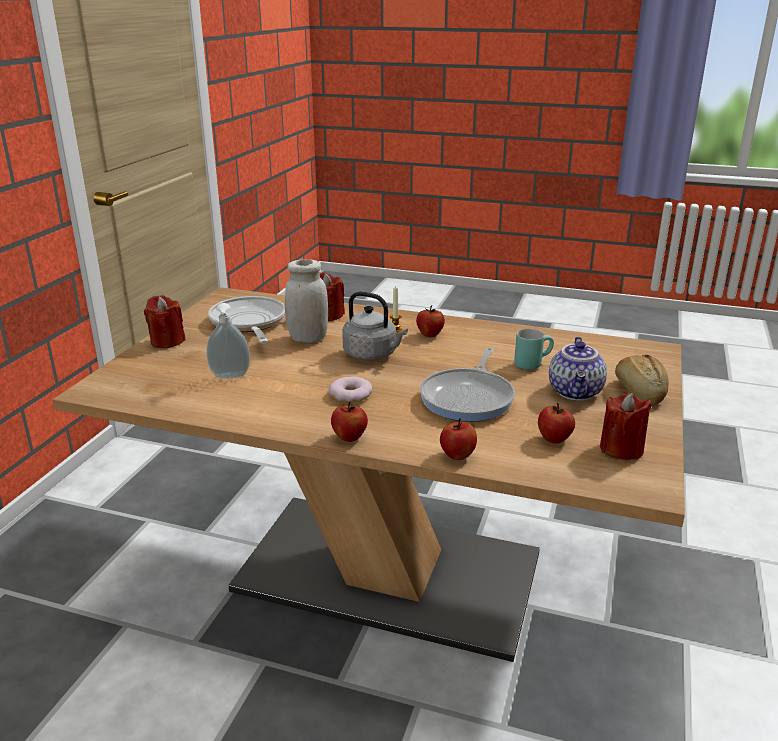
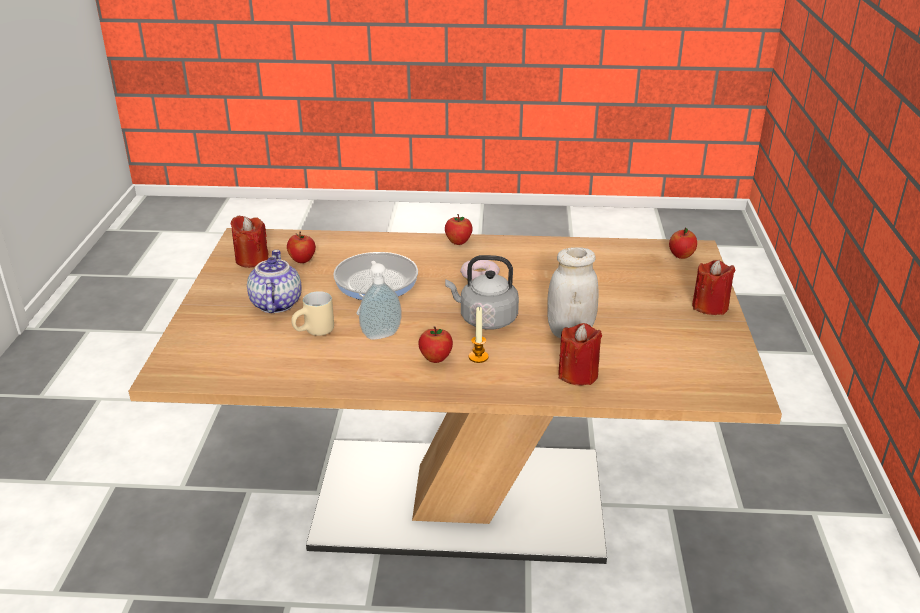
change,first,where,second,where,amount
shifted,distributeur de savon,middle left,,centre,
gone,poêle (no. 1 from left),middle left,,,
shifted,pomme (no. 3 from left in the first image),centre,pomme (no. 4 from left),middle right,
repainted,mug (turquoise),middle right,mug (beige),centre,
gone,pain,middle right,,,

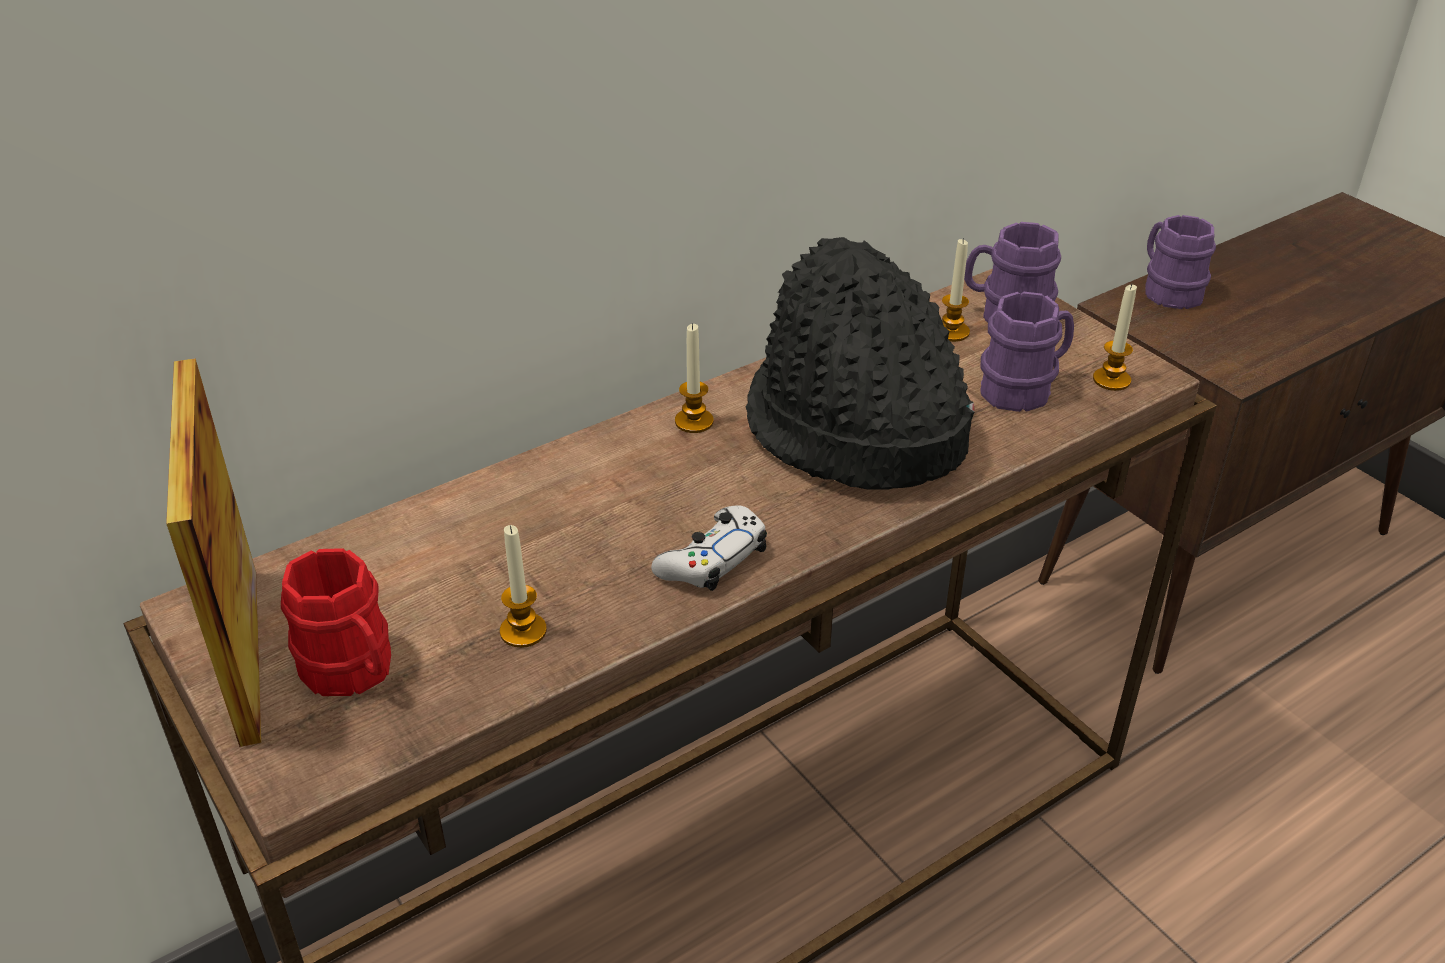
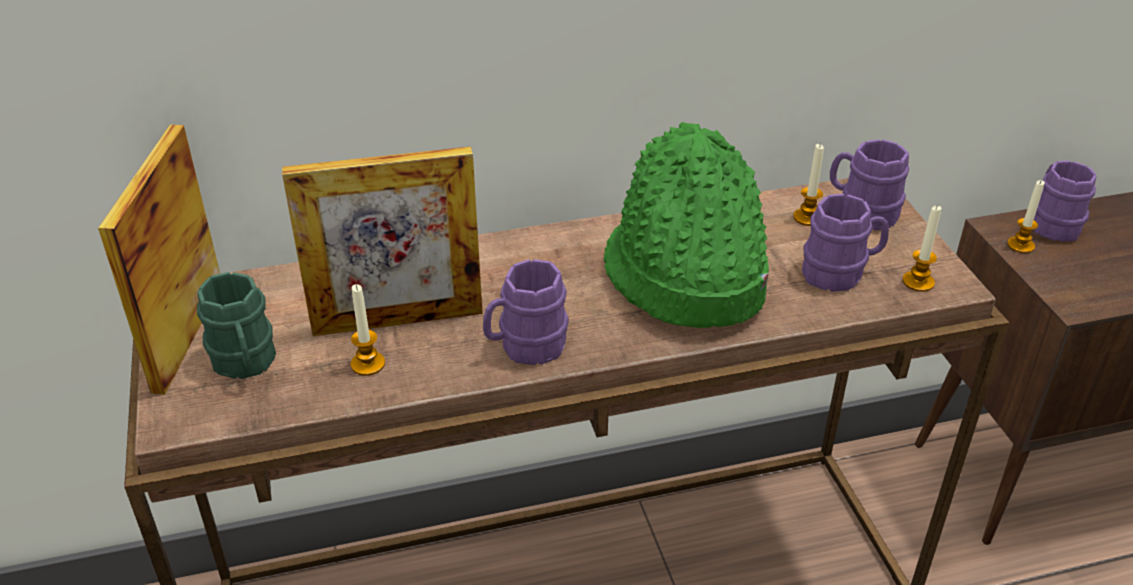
change,first,where,second,where,amount
repainted,mug (rouge),middle left,mug (vert),middle left,
swapped,manette (blanc),centre,mug (violet) (no. 1 from left),centre,
shifted,bougie (no. 2 from left in the first image),centre,bougie (no. 4 from left),middle right,
repainted,chapeau (noir),centre,chapeau (vert),centre,
new,,,cadre photo (no. 2 from left),centre,

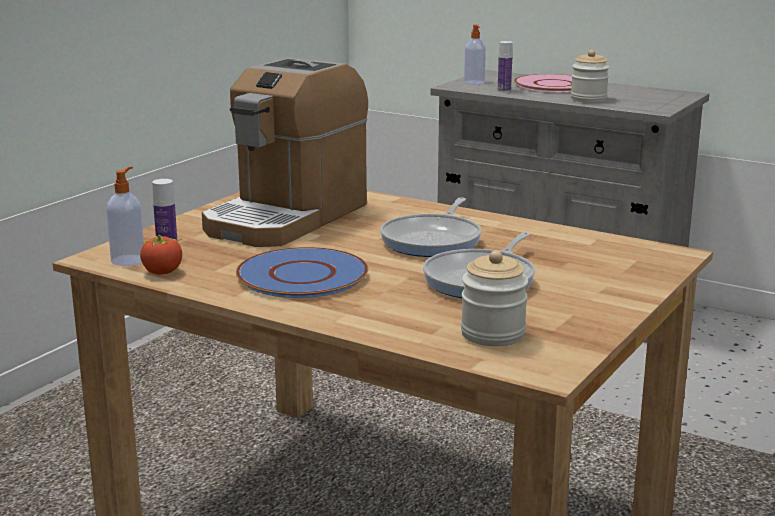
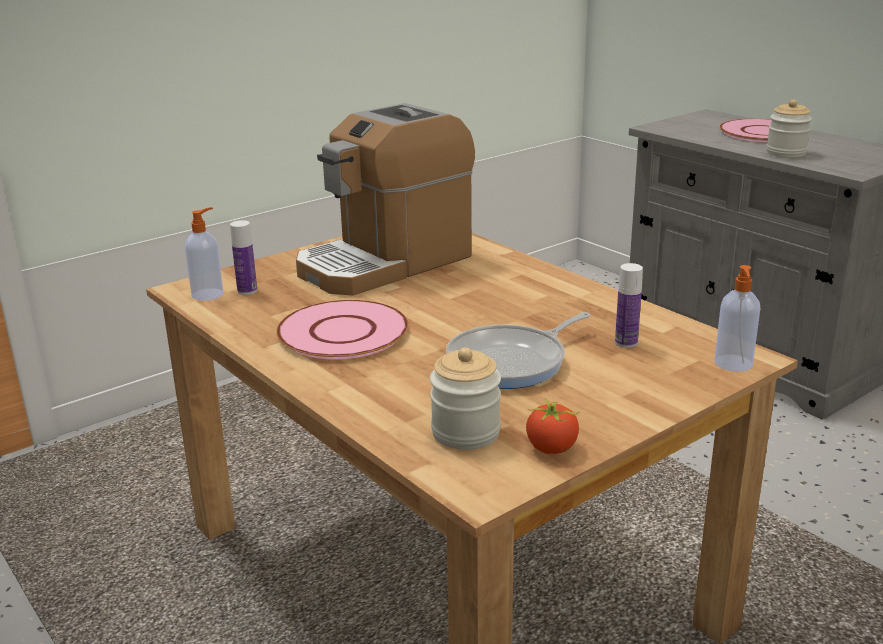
change,first,where,second,where,amount
shifted,tomate,middle left,,centre,
repainted,assiette (bleu),centre,assiette (rose) (no. 1 from left),centre,
gone,poêle (no. 1 from left),centre,,,
shifted,distributeur de savon (no. 2 from left),top centre,,middle right,
shifted,bouteille (no. 2 from left),top centre,,middle right,

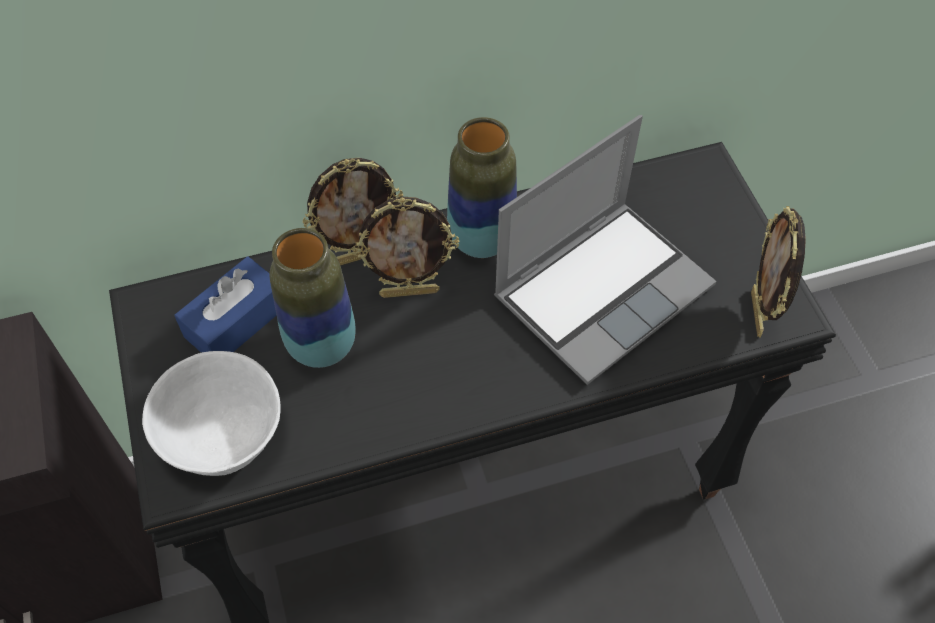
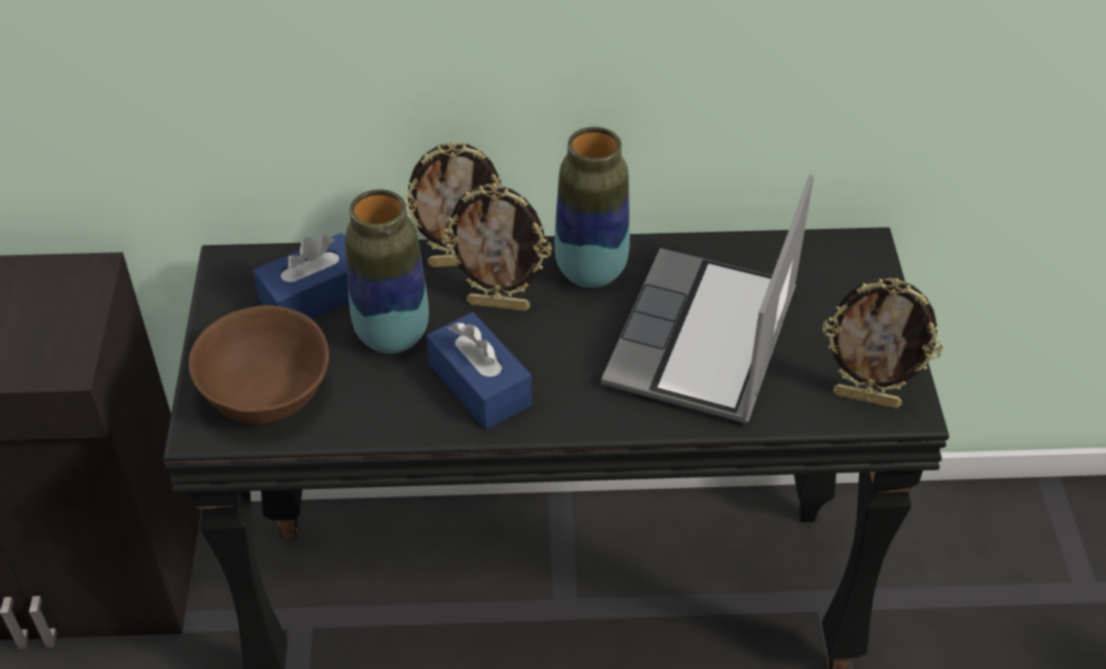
change,first,where,second,where,amount
repainted,bol (blanc),middle left,bol (marron),middle left,
rotated,ordinateur portable,centre,,centre,135 degrees clockwise
rotated,cadre photo (no. 3 from left),middle right,,middle right,90 degrees counterclockwise
new,,,boîte à mouchoirs (bleu) (no. 2 from left),centre,

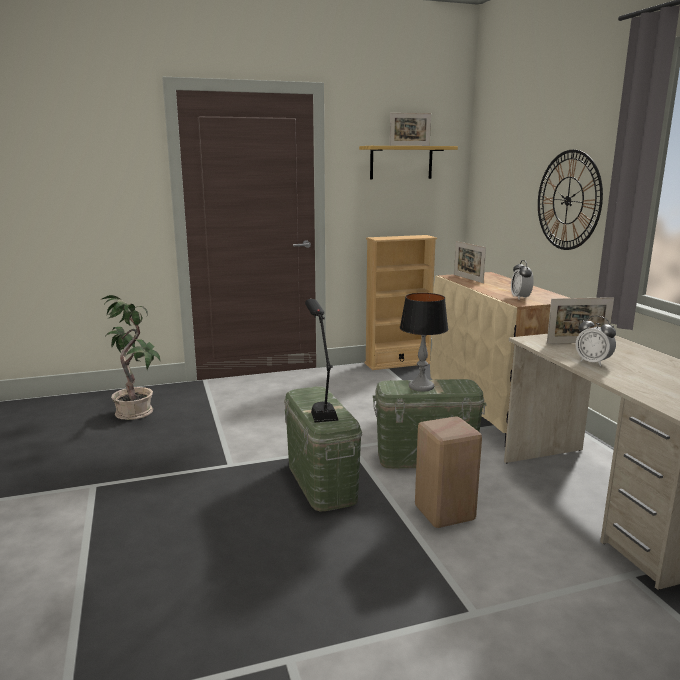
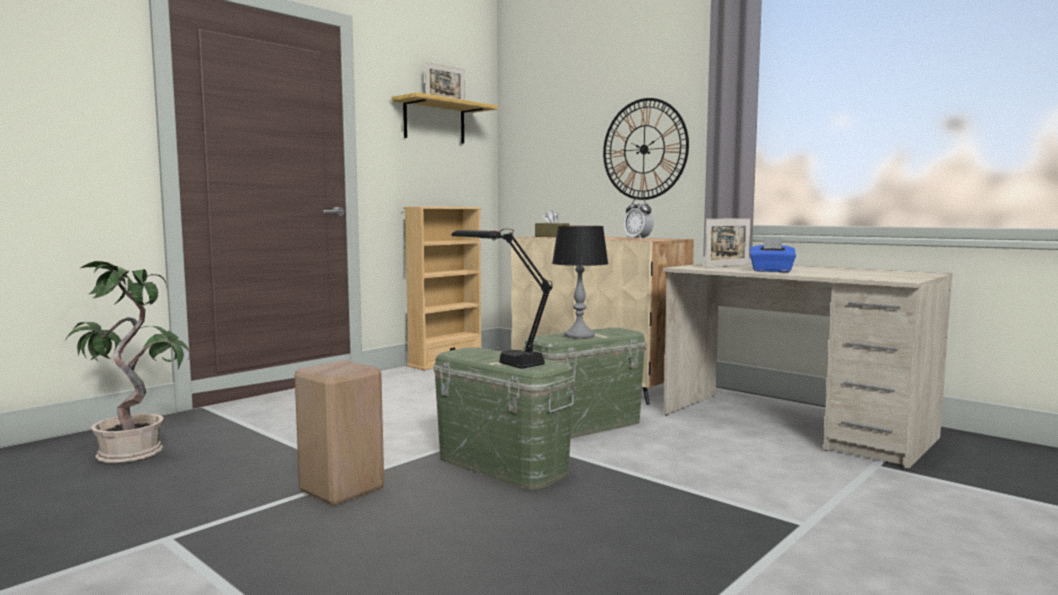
change,first,where,second,where,amount
shifted,tabouret (beige),bottom centre,,bottom left,
swapped,cadre photo (no. 2 from left),middle right,boîte à mouchoirs (marron),centre,
swapped,réveil (no. 2 from left),middle right,boîte à mouchoirs (bleu),middle right,

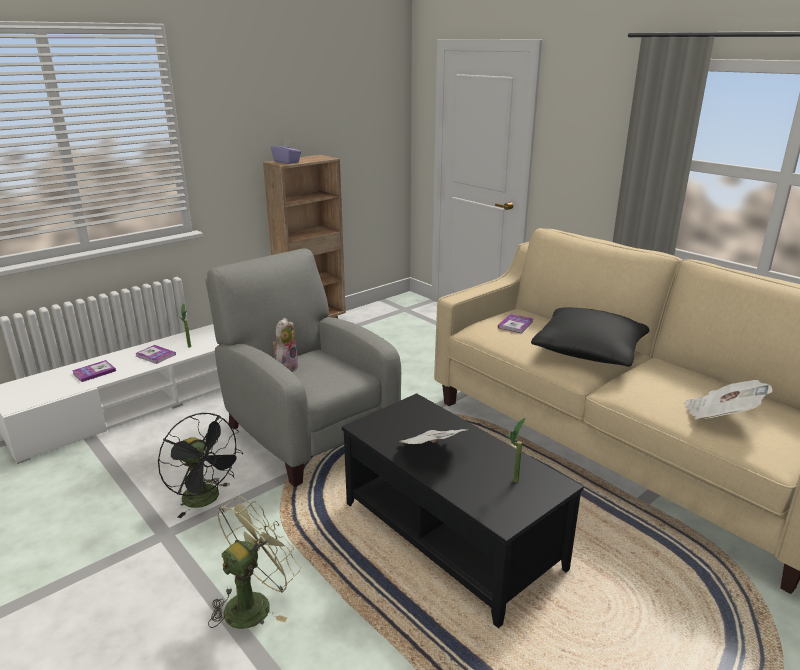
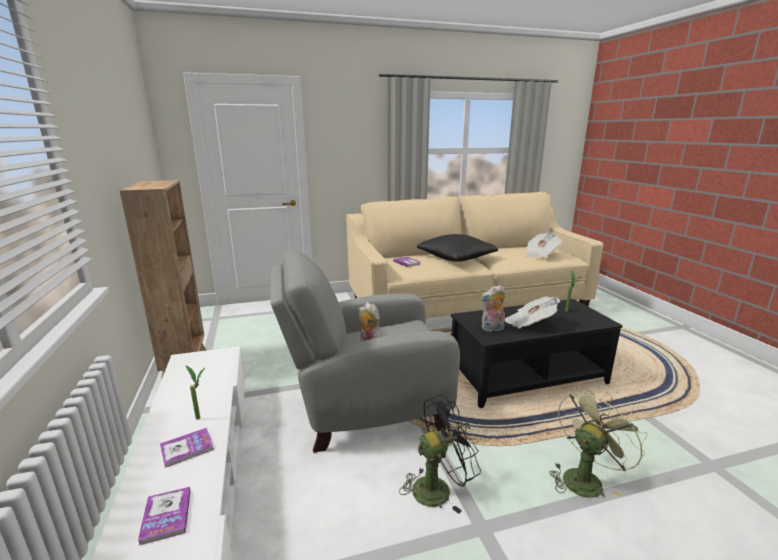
change,first,where,second,where,amount
rotated,ventilateur (vert),bottom left,,bottom right,75 degrees clockwise
gone,boîte à mouchoirs (violet),top centre,,,
new,,,peluche (no. 2 from left),centre,

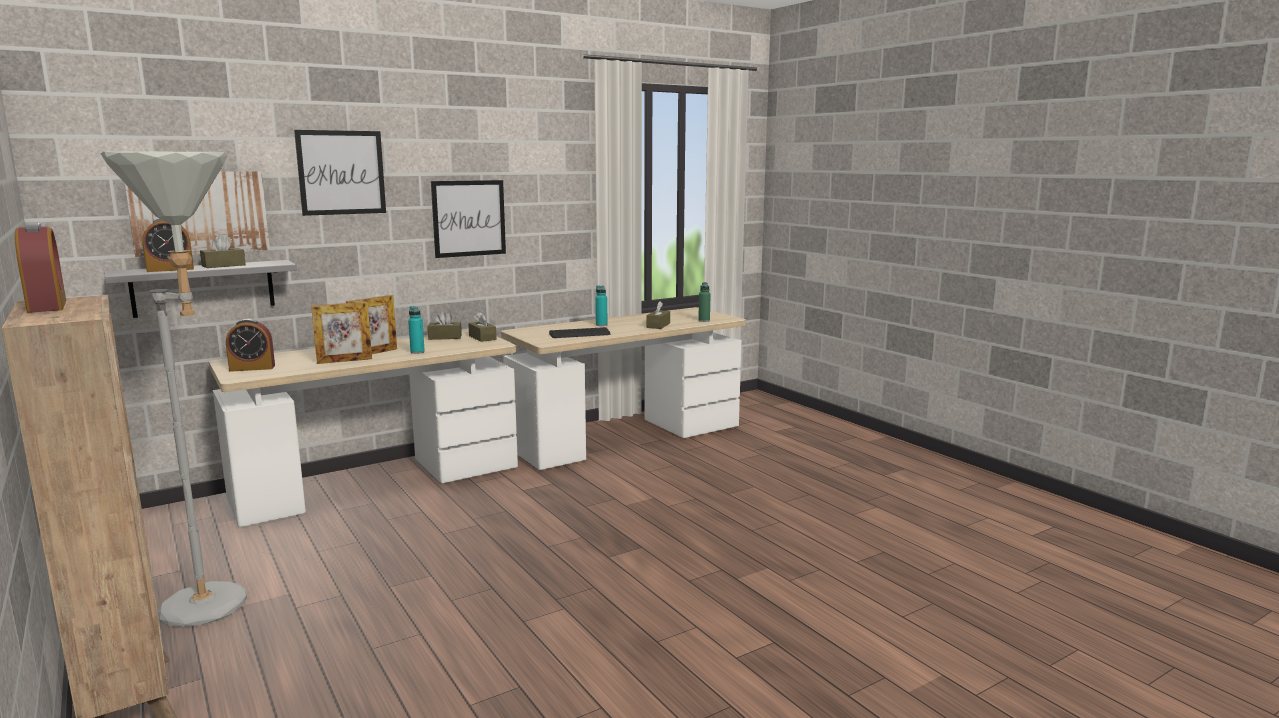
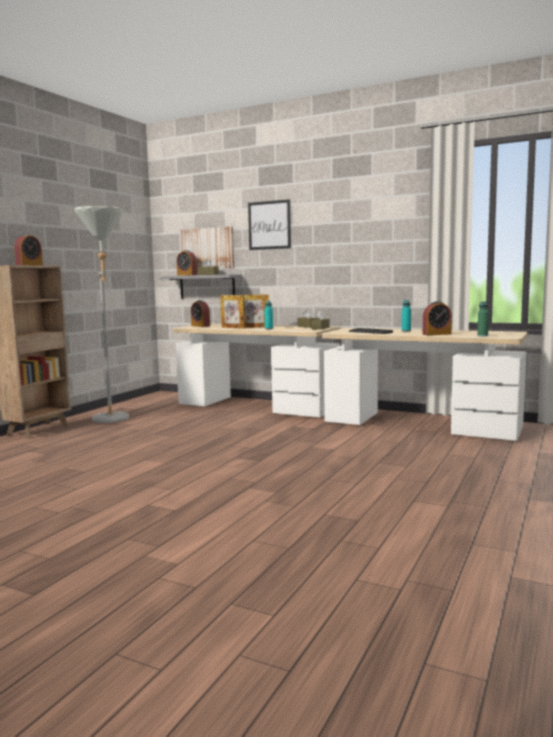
change,first,where,second,where,amount
gone,tableau (no. 3 from left),top centre,,,
swapped,boîte à mouchoirs (marron) (no. 4 from left),centre,réveil (no. 4 from left),middle right,

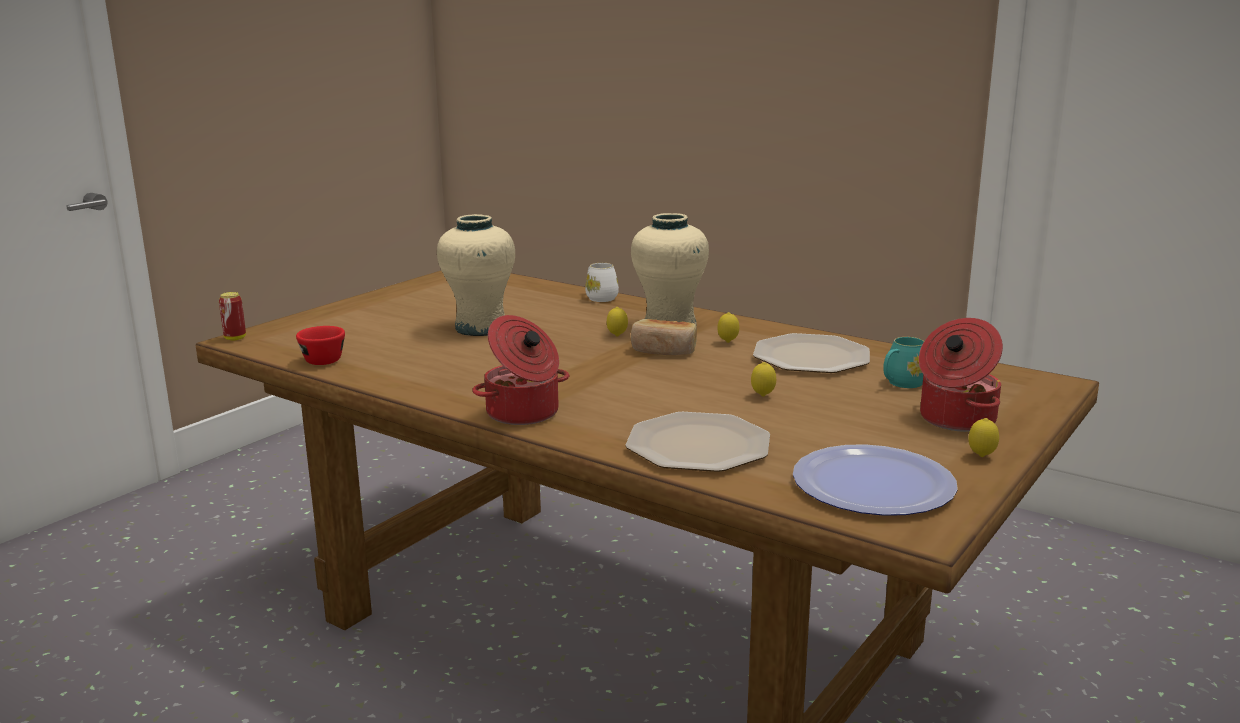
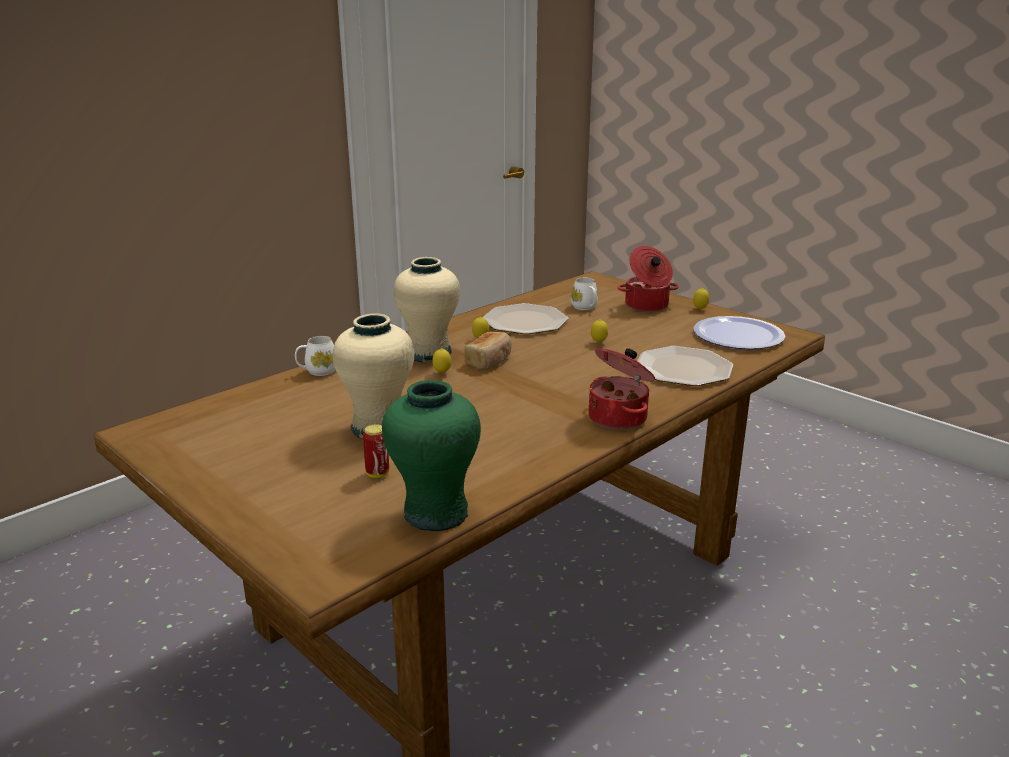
change,first,where,second,where,amount
shifted,boîte métallique,middle left,,centre,
swapped,tasse (rouge),middle left,vase (vert),centre,
repainted,mug (turquoise),middle right,mug (blanc) (no. 2 from left),centre,

